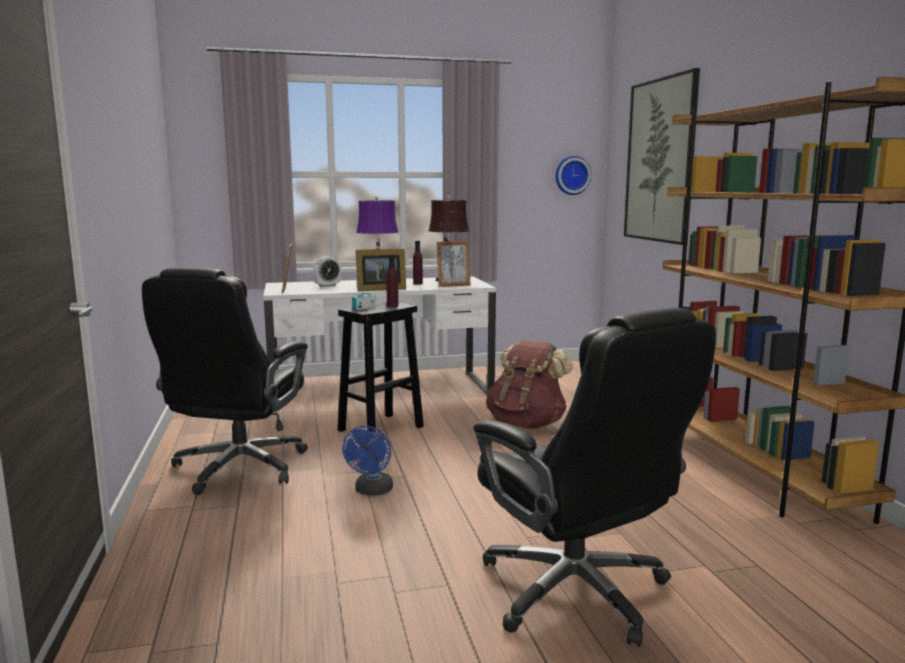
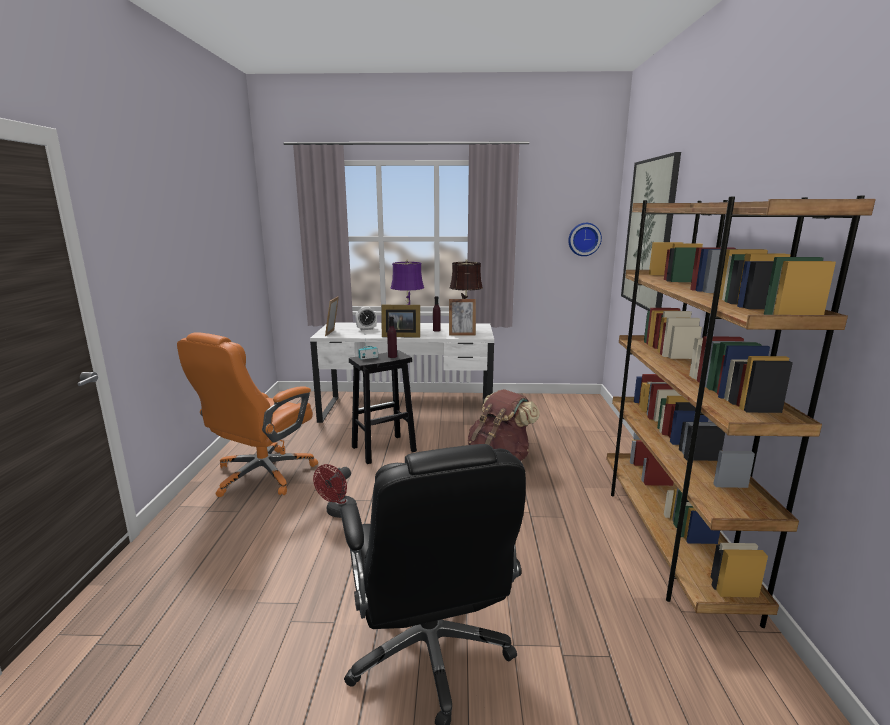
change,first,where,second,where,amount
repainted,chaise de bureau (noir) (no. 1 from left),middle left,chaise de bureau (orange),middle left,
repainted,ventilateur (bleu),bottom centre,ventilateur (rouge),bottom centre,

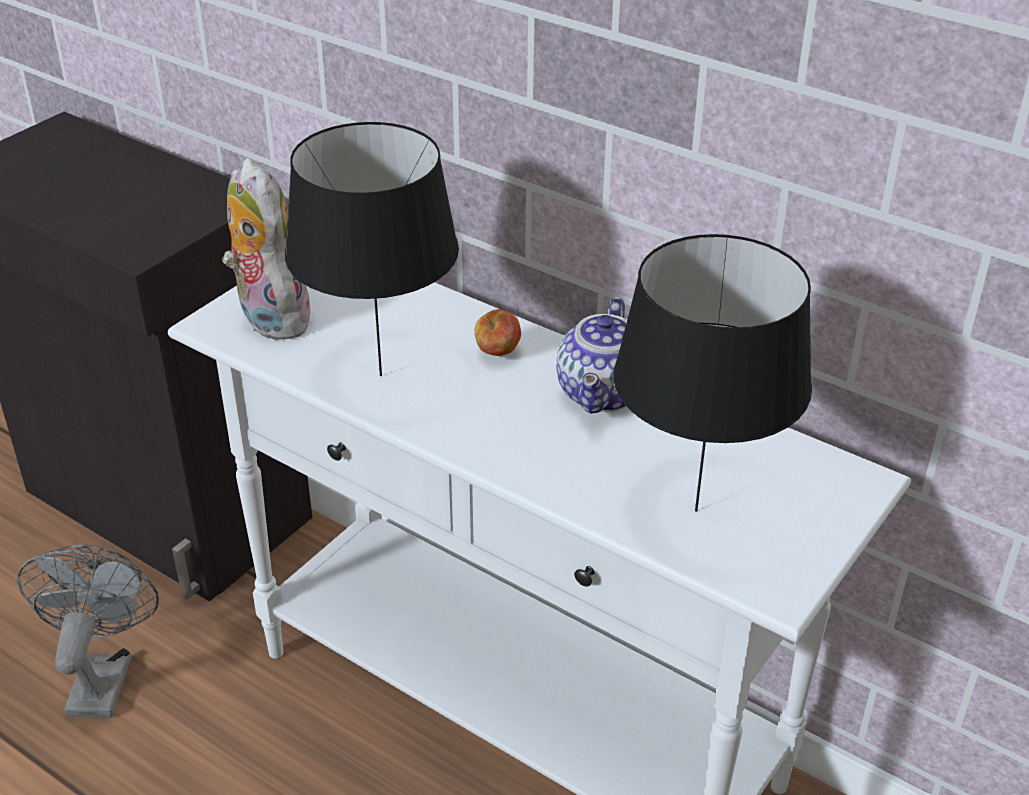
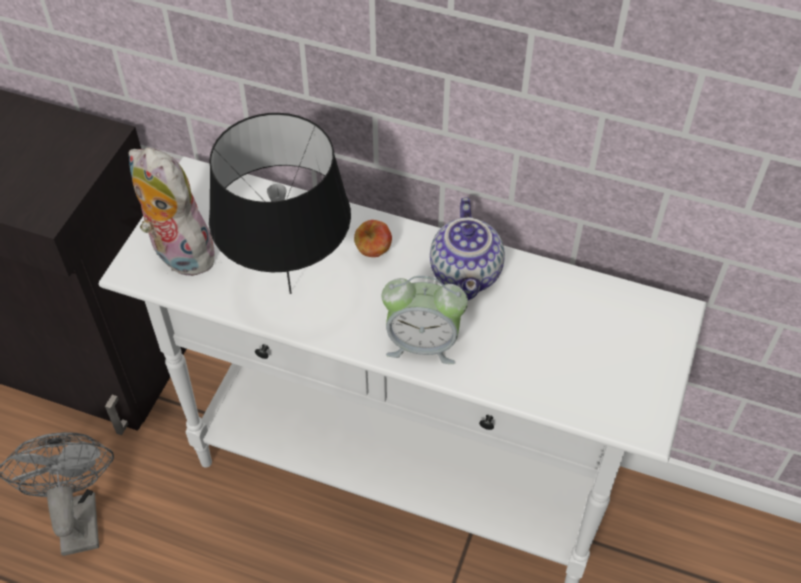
change,first,where,second,where,amount
gone,lampe de table (noir) (no. 2 from left),middle right,,,
new,,,réveil,centre,

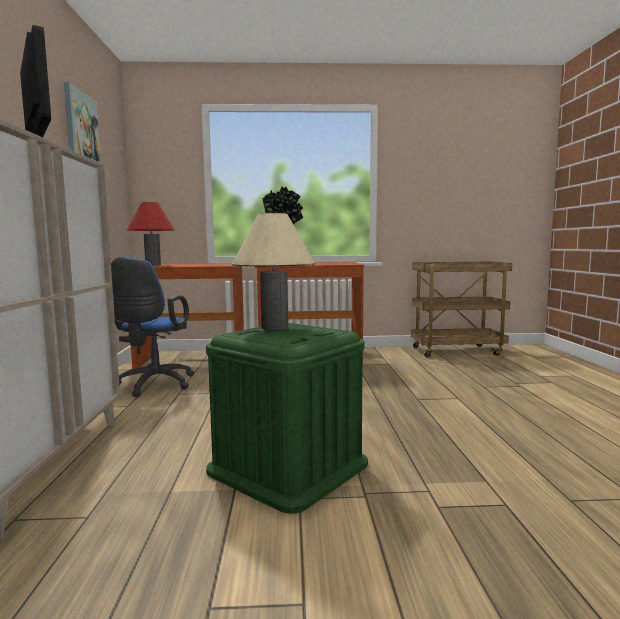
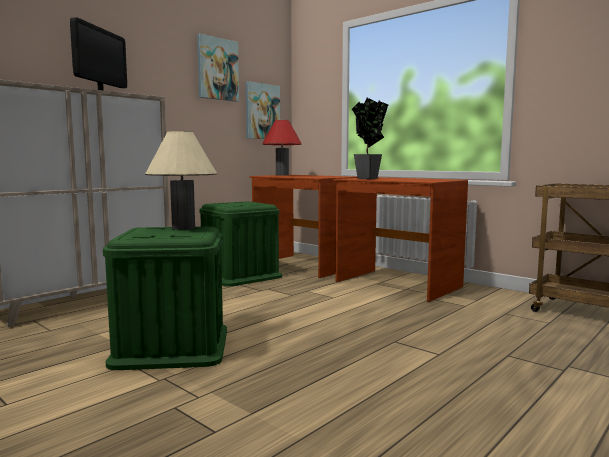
change,first,where,second,where,amount
swapped,chaise de bureau (bleu),middle left,boîte de rangement (vert) (no. 2 from left),centre,
new,,,tableau (no. 2 from left),top centre,

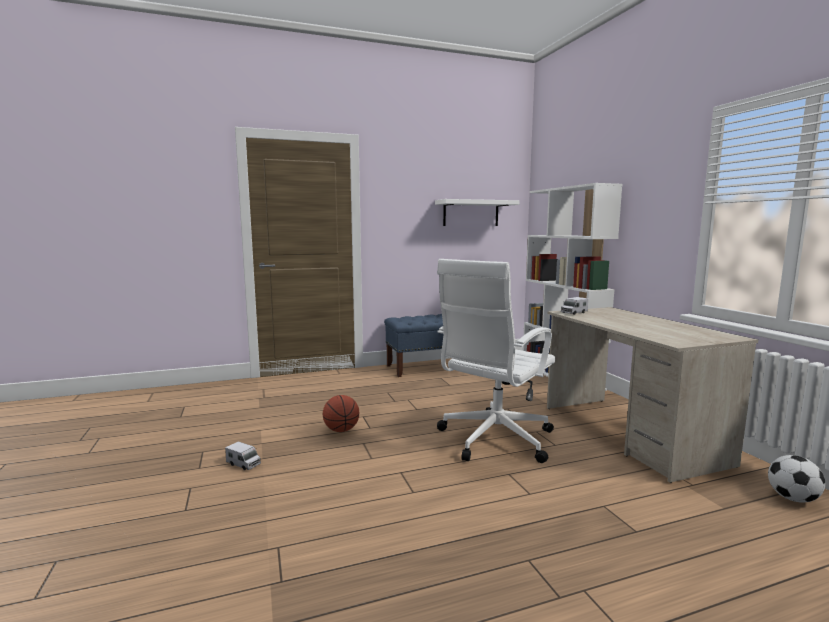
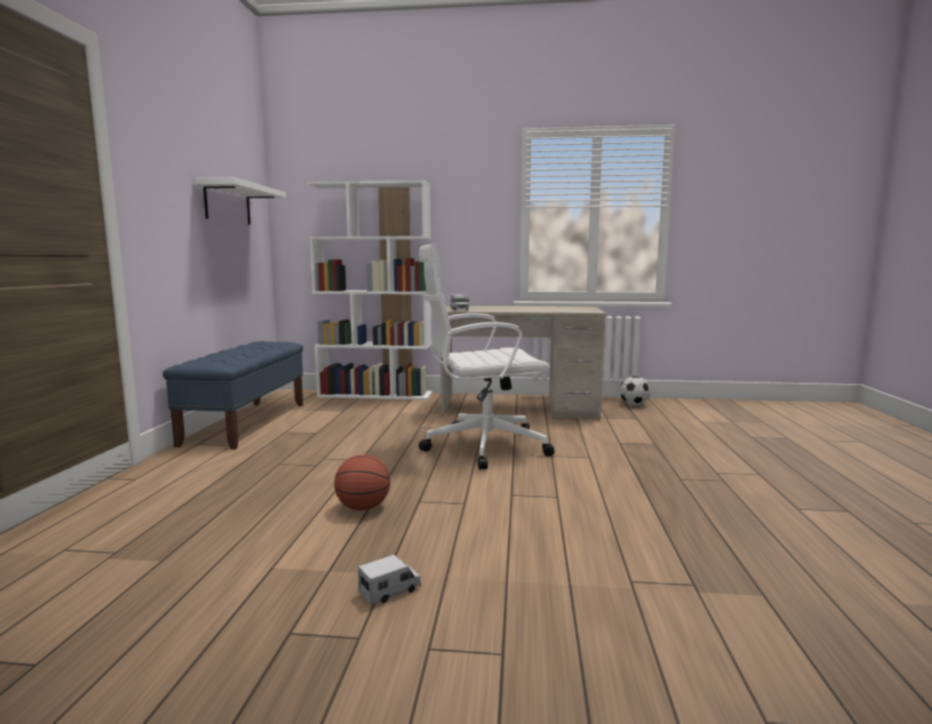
change,first,where,second,where,amount
rotated,chaise de bureau (blanc),centre,,centre,105 degrees clockwise

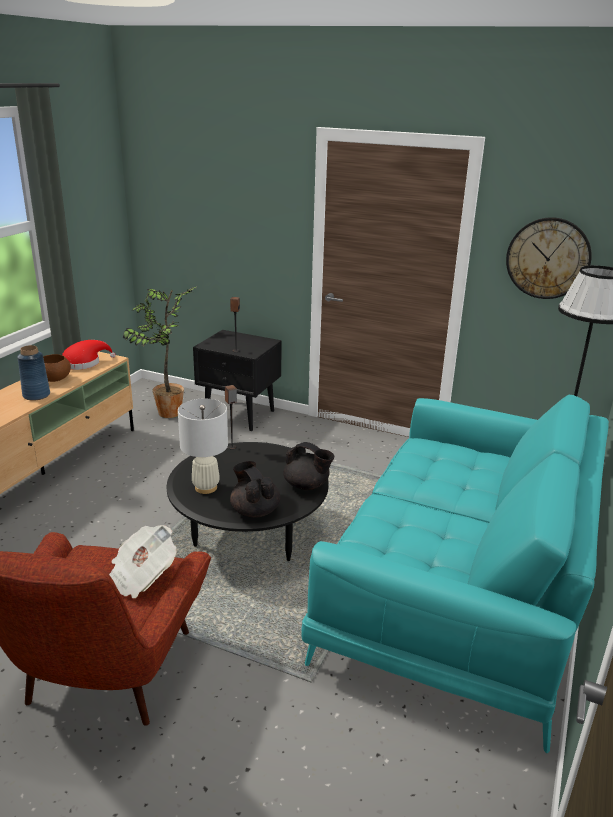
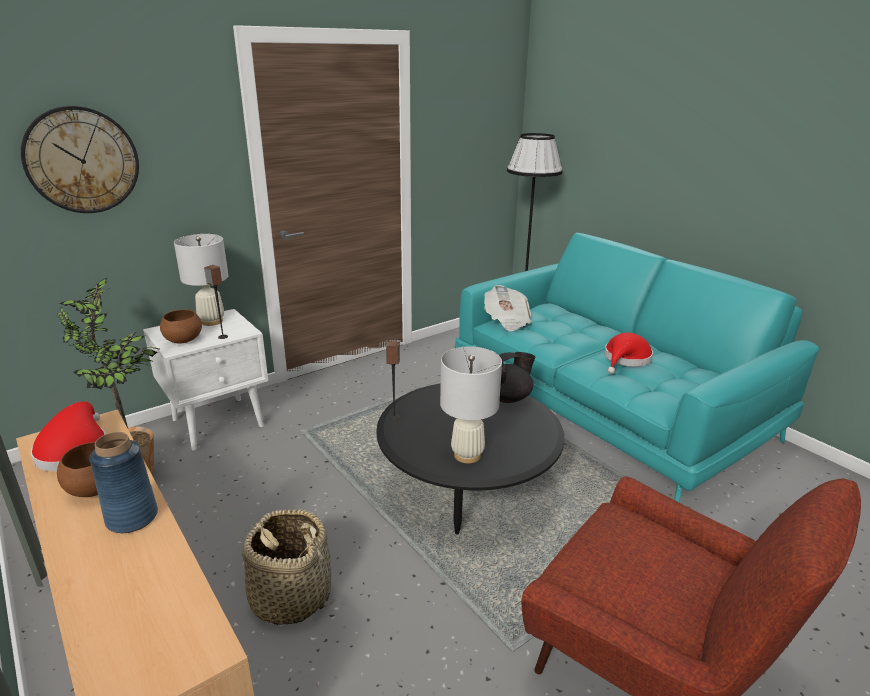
change,first,where,second,where,amount
shifted,journal,bottom left,,centre,
repainted,table de chevet (noir),centre,table de chevet (blanc),middle left,
gone,théière (noir) (no. 1 from left),centre,,,
shifted,horloge murale,top right,,top left,
new,,,bol (marron) (no. 2 from left),middle left,
new,,,lampe de table (blanc) (no. 1 from left),middle left,
new,,,panier,bottom left,
new,,,chapeau (rouge) (no. 2 from left),middle right,

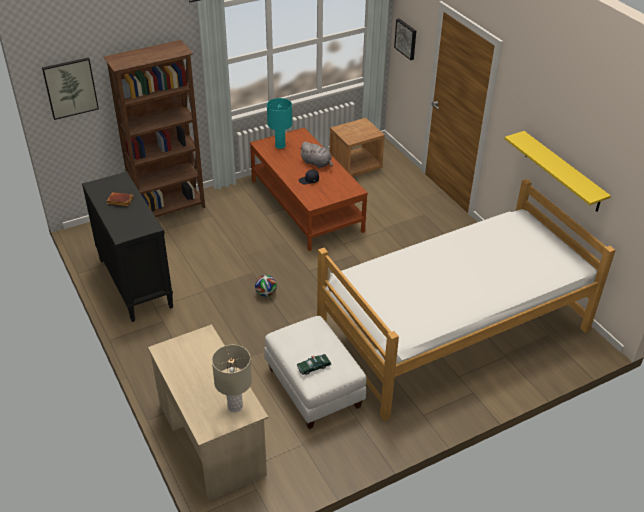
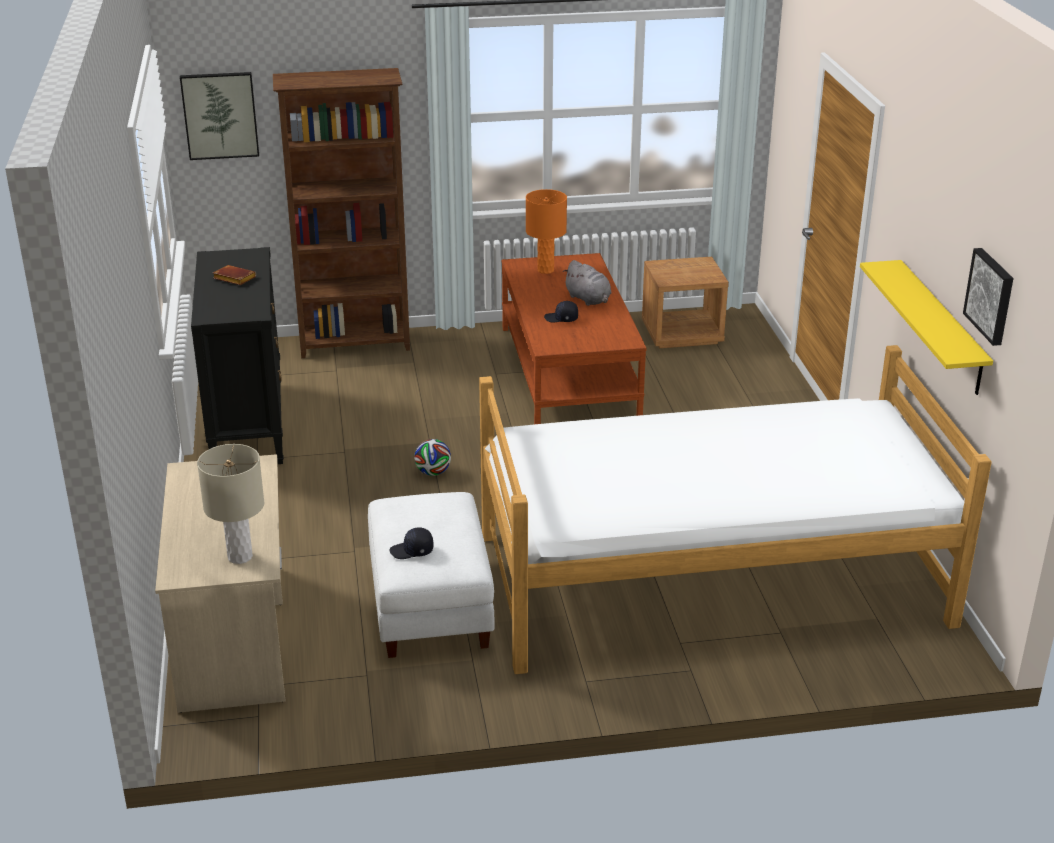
change,first,where,second,where,amount
repainted,lampe de table (turquoise),top centre,lampe de table (orange),top centre,
swapped,petite voiture,bottom centre,casquette (noir) (no. 1 from left),centre,
shifted,tableau (no. 2 from left),top centre,,middle right,

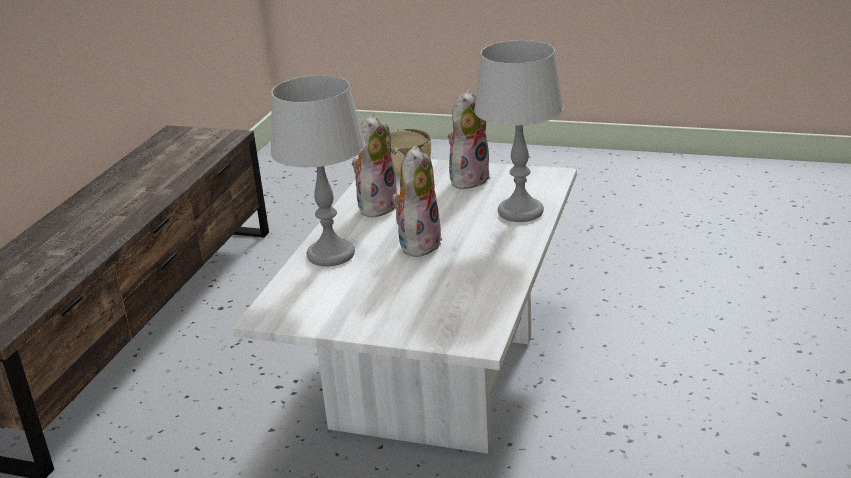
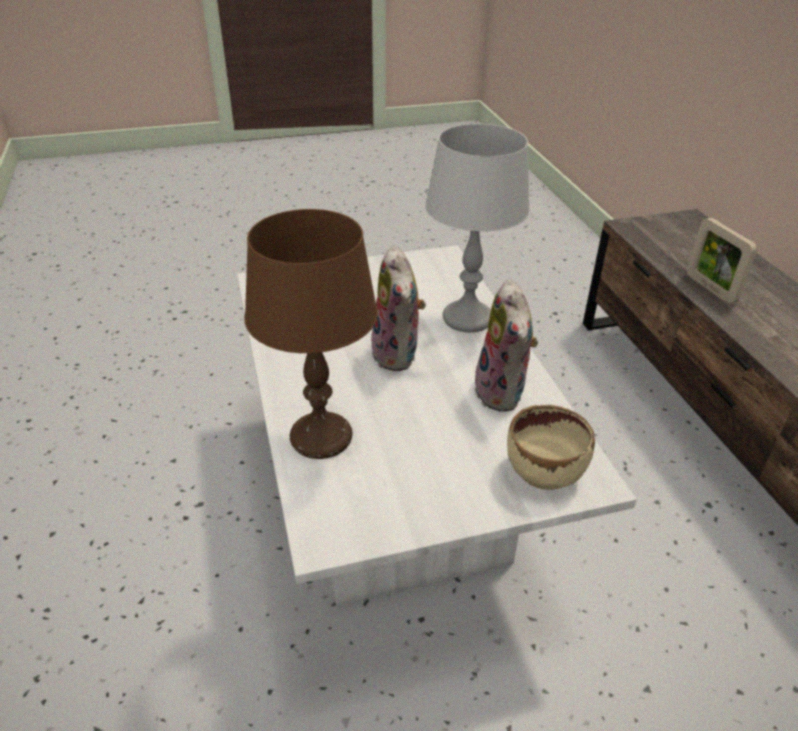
change,first,where,second,where,amount
gone,peluche (no. 3 from left),top centre,,,
repainted,lampe de table (gris) (no. 2 from left),top centre,lampe de table (marron),centre,
new,,,cadre photo,middle right,

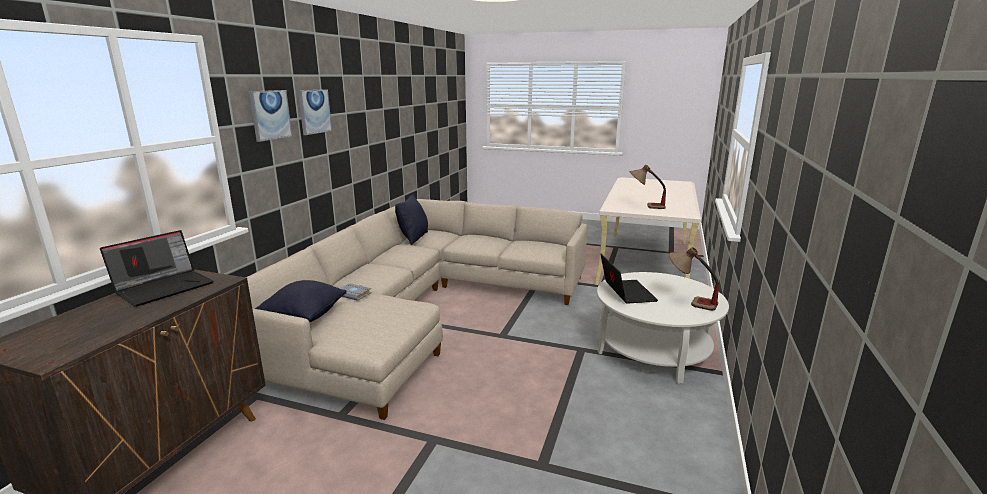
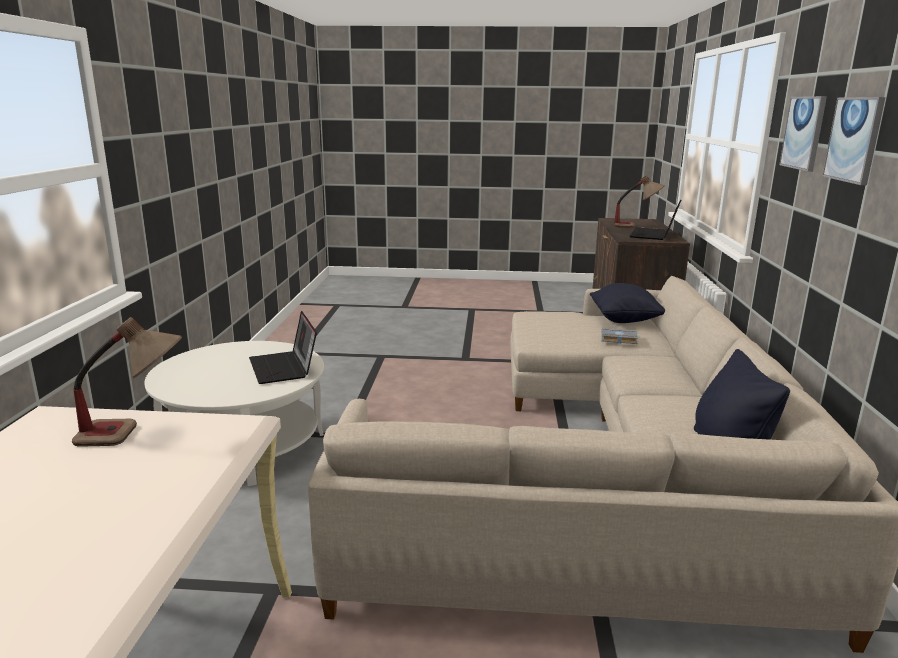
change,first,where,second,where,amount
shifted,lampe de table (no. 2 from left),middle right,,top right,

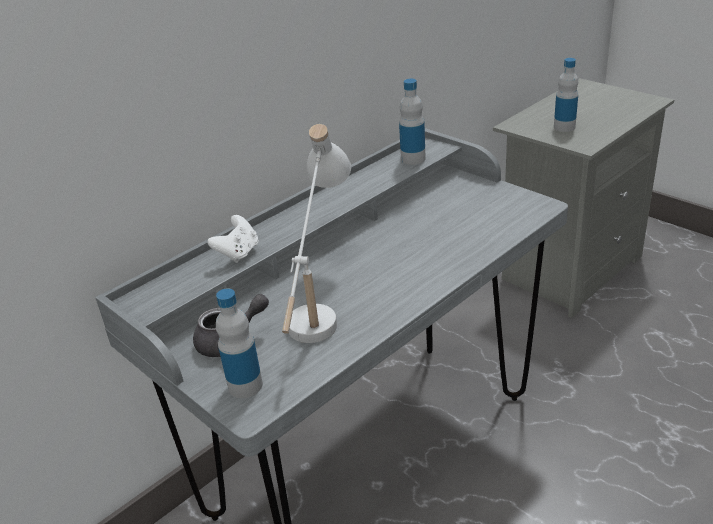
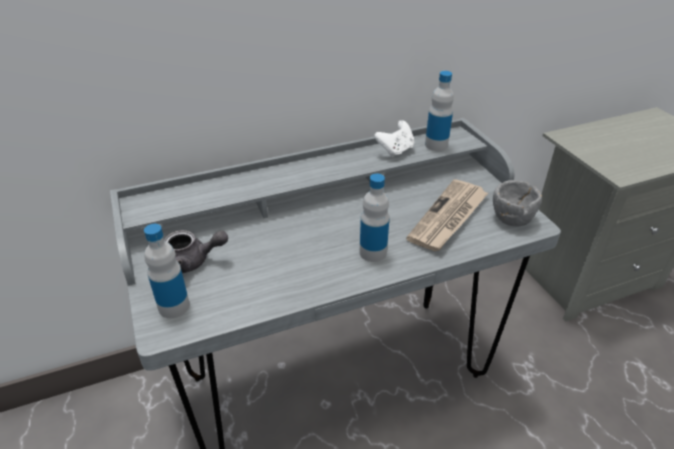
change,first,where,second,where,amount
shifted,manette (blanc),middle left,,top centre,
gone,lampe de table (blanc),centre,,,
shifted,bouteille (no. 3 from left in the first image),top right,bouteille (no. 2 from left),centre,
new,,,journal,centre,
new,,,bol (gris),middle right,

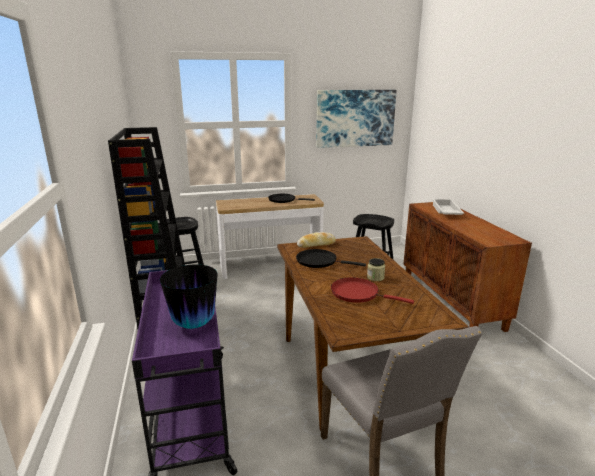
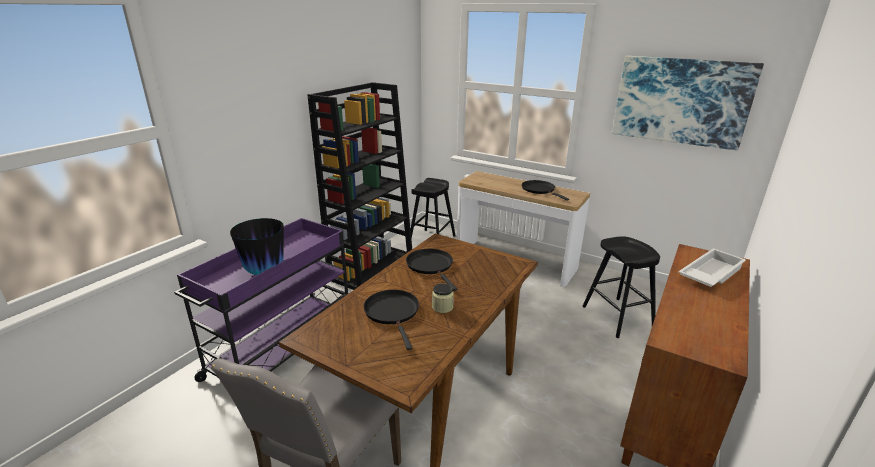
change,first,where,second,where,amount
gone,pain,centre,,,
repainted,poêle (rouge),centre,poêle (noir) (no. 1 from left),bottom centre,

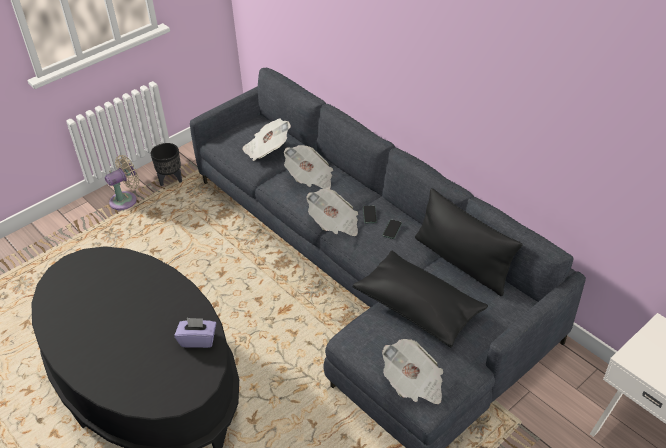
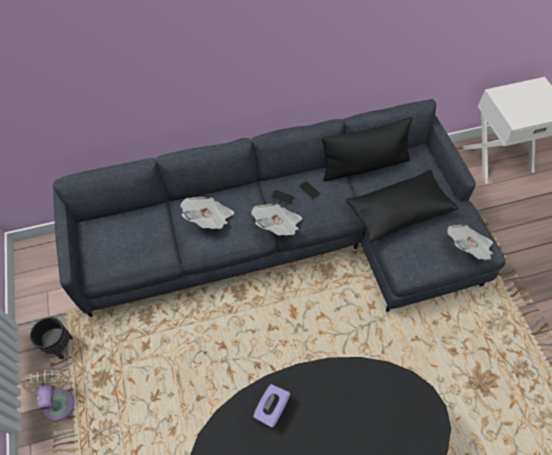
change,first,where,second,where,amount
shifted,boîte à mouchoirs (violet),bottom left,,bottom centre,
gone,journal (no. 1 from left),top centre,,,

